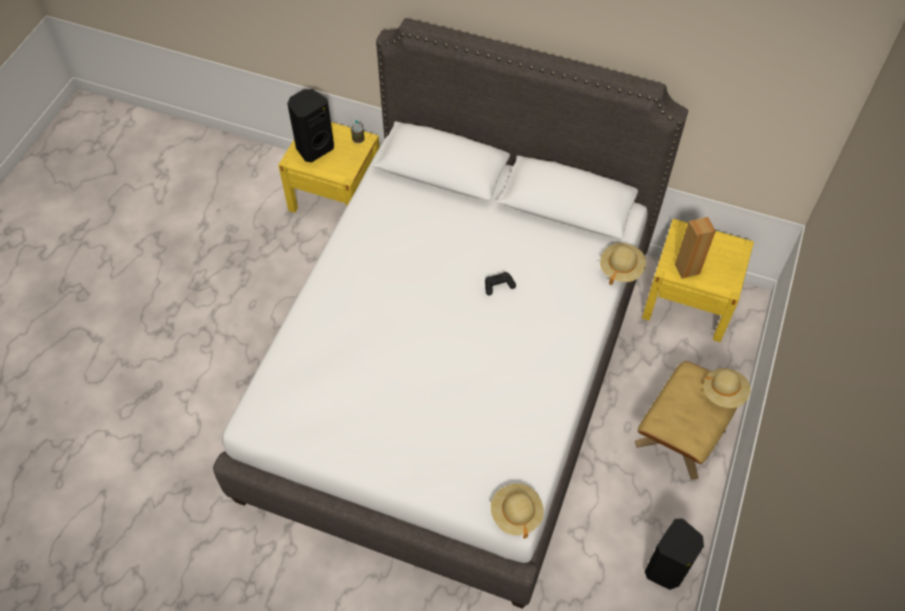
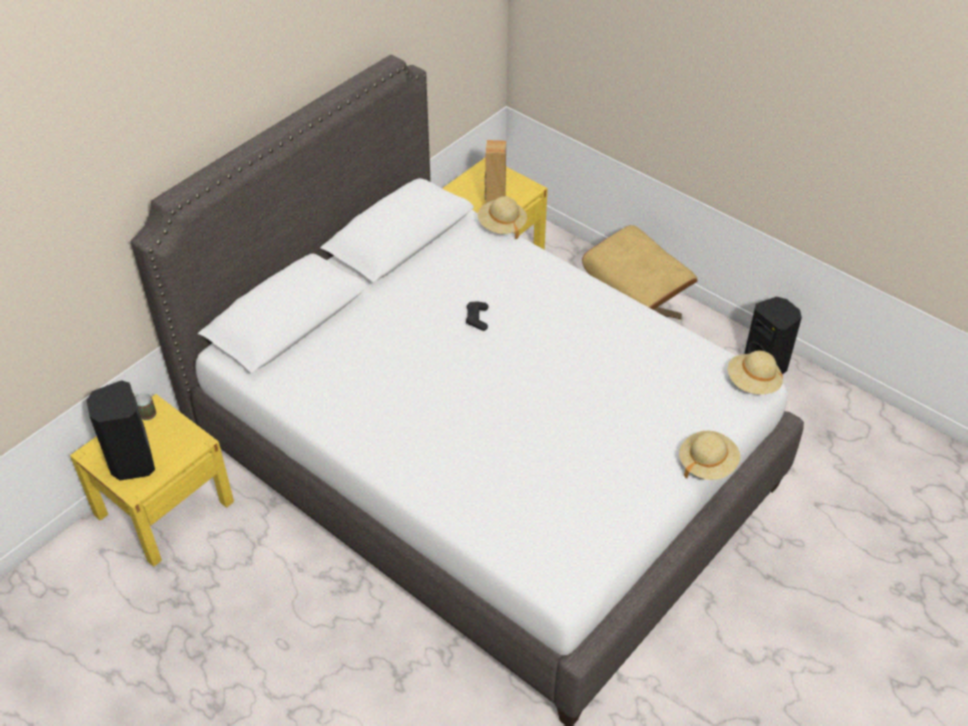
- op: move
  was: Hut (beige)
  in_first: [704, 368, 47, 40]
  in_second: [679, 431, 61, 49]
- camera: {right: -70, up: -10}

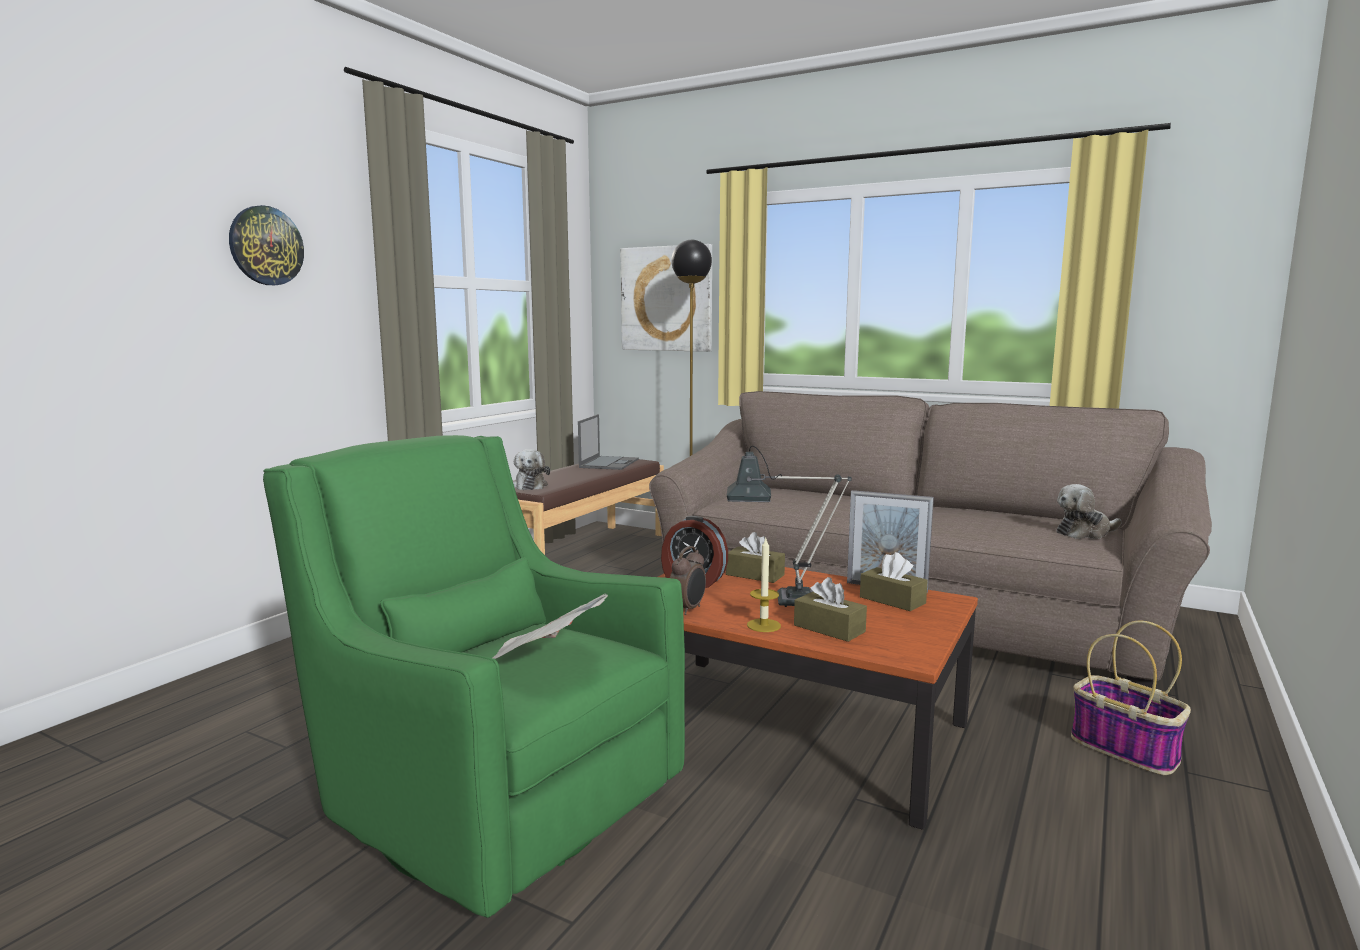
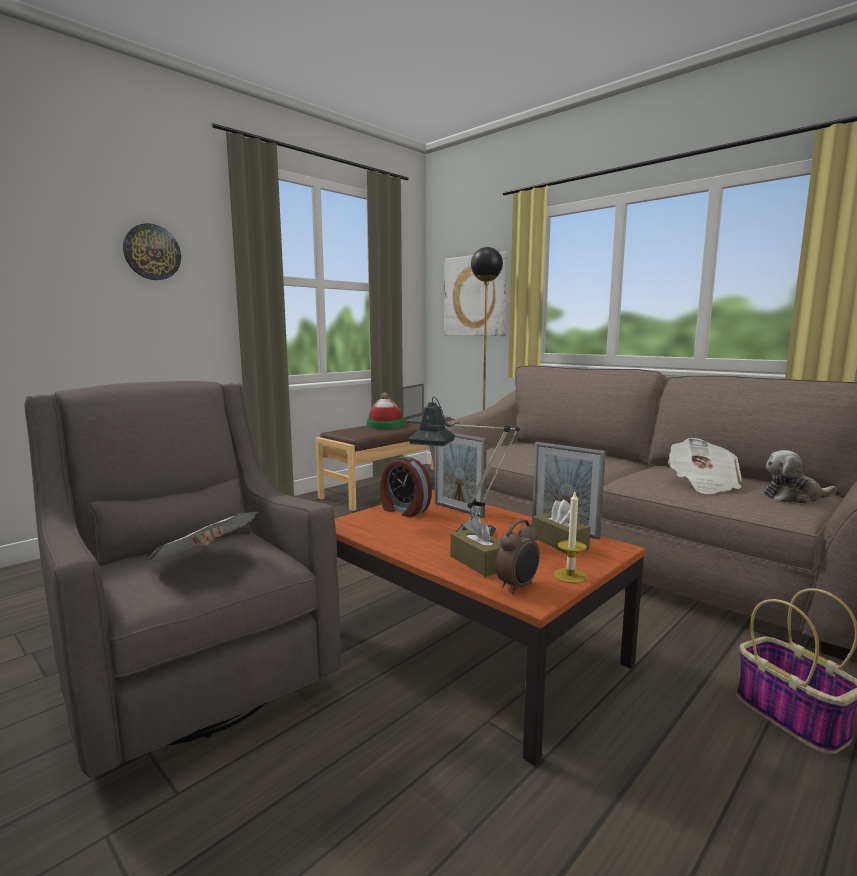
- op: recolor
  was: Sessel (grün)
  now: Sessel (grau)
  in_first: [263, 435, 422, 483]
  in_second: [24, 381, 317, 397]
- op: delete
  was: Plüschtier
  in_first: [513, 449, 37, 41]
- op: move
  was: Wecker
  in_first: [670, 546, 36, 69]
  in_second: [495, 519, 45, 75]
- op: replace
  was: Taschentuchbox (braun)
  now: Bilderrahmen
  in_first: [726, 532, 59, 51]
  in_second: [435, 433, 52, 85]
- op: move
  was: Kerze
  in_first: [747, 539, 34, 93]
  in_second: [553, 492, 34, 91]
- op: insert
  now: Hut
  in_second: [367, 392, 37, 37]
- op: insert
  now: Zeitung
  in_second: [668, 438, 74, 56]
- camera: {right: 15, up: 0}

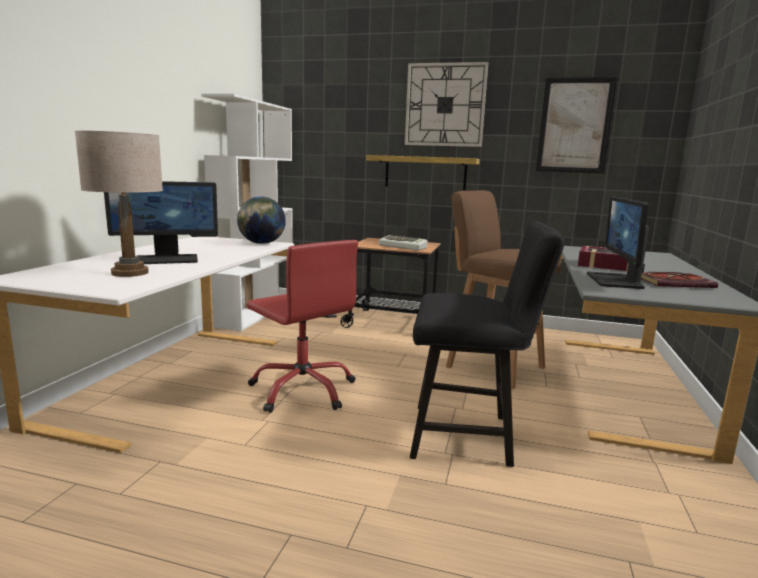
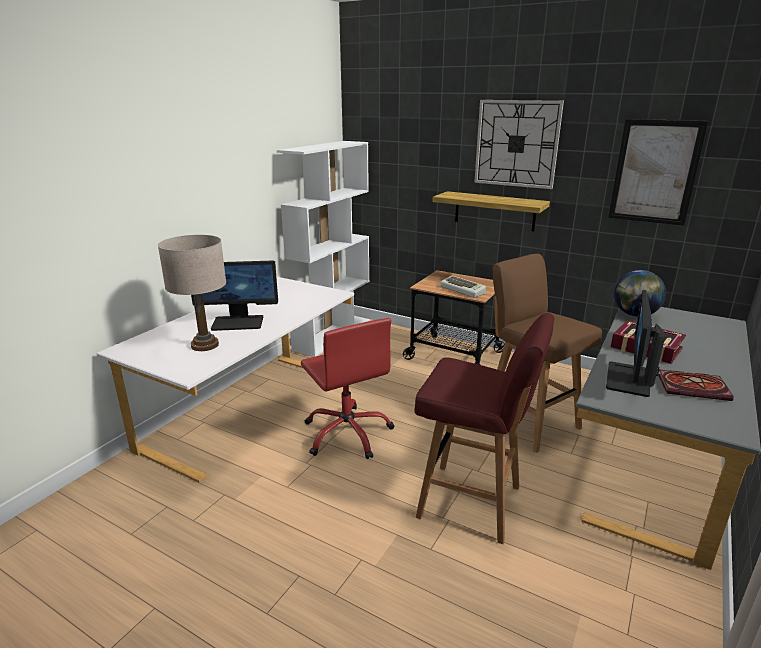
- op: move
  was: Globus
  in_first: [237, 196, 49, 48]
  in_second: [614, 270, 52, 47]
- op: replace
  was: Stuhl (schwarz)
  now: Hocker (rot)
  in_first: [410, 221, 154, 246]
  in_second: [414, 313, 141, 231]
- camera: {right: 15, up: 10}

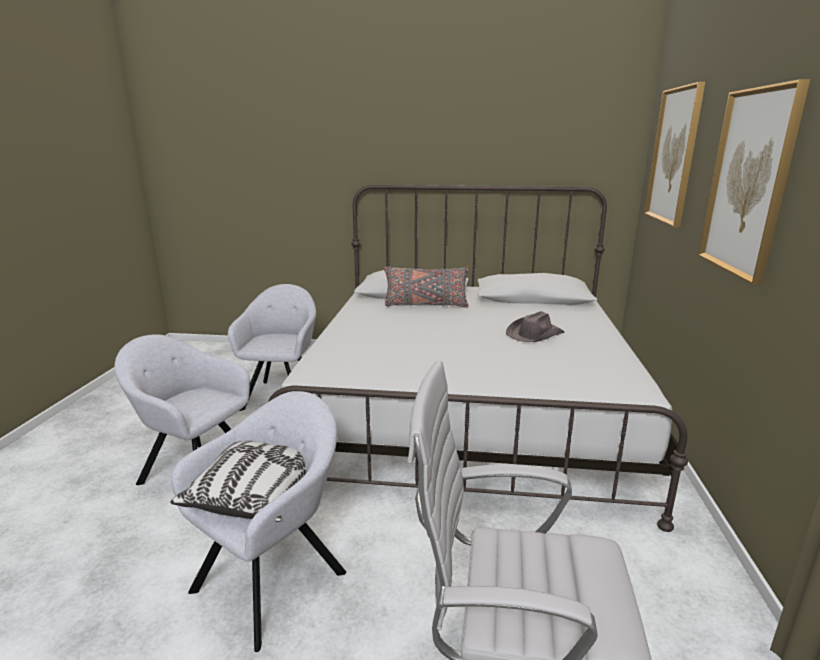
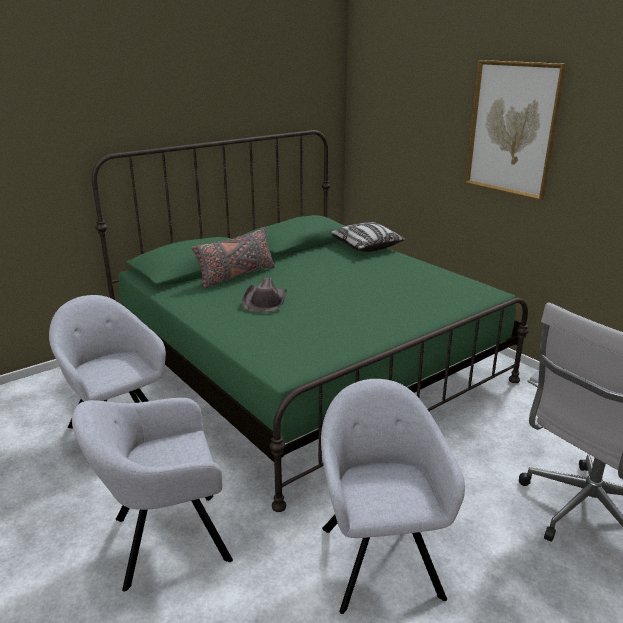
- op: move
  was: Kissen
  in_first: [170, 441, 136, 81]
  in_second: [331, 222, 74, 30]
- op: recolor
  was: Bett (weiß)
  now: Bett (grün)
  in_first: [268, 185, 420, 347]
  in_second: [92, 130, 437, 382]
- op: move
  was: Hut (braun)
  in_first: [506, 311, 59, 31]
  in_second: [242, 277, 44, 35]
- op: delete
  was: Bild
  in_first: [645, 82, 60, 146]
- camera: {right: -45, up: 5}

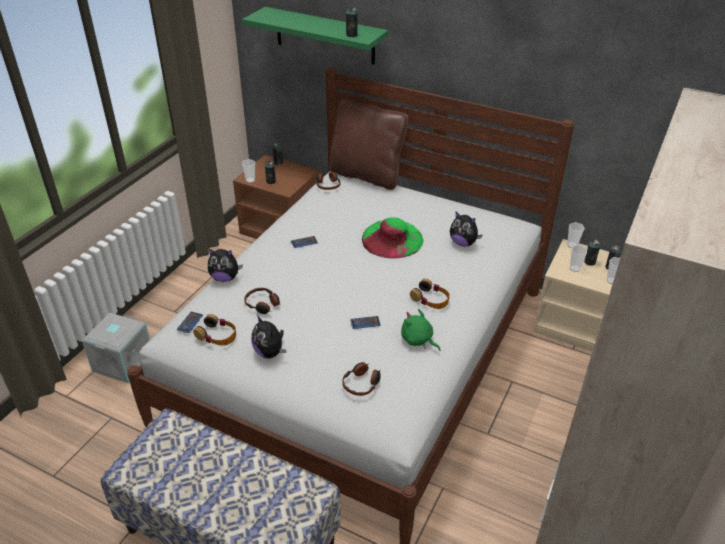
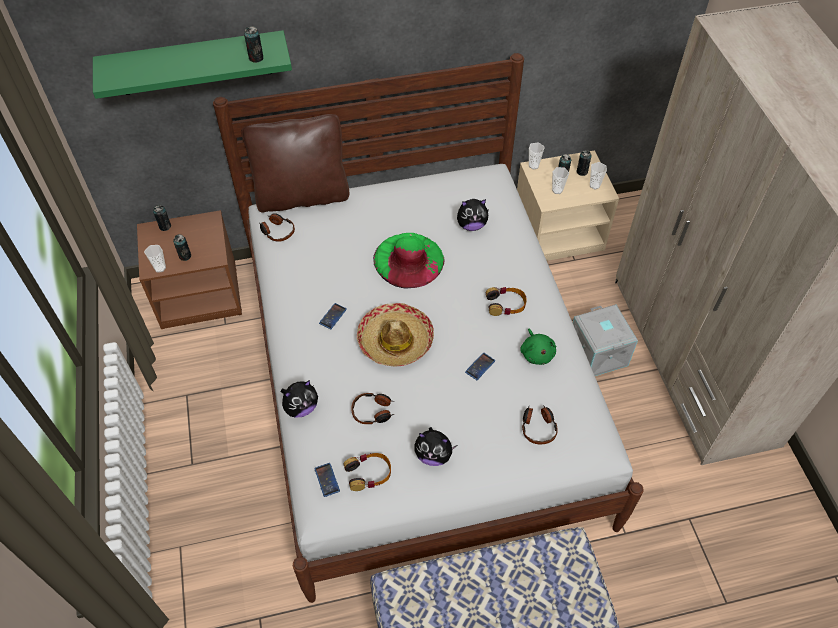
- op: move
  was: Aufbewahrungsbox (grau)
  in_first: [82, 312, 68, 71]
  in_second: [573, 304, 65, 72]
- op: rotate
  was: Plüschtier (grün)
  in_first: [401, 309, 40, 42]
  in_second: [520, 328, 36, 37]
  clockwise: -105
- op: insert
  now: Hut
  in_second: [357, 303, 77, 64]
- camera: {right: -40, up: 15}

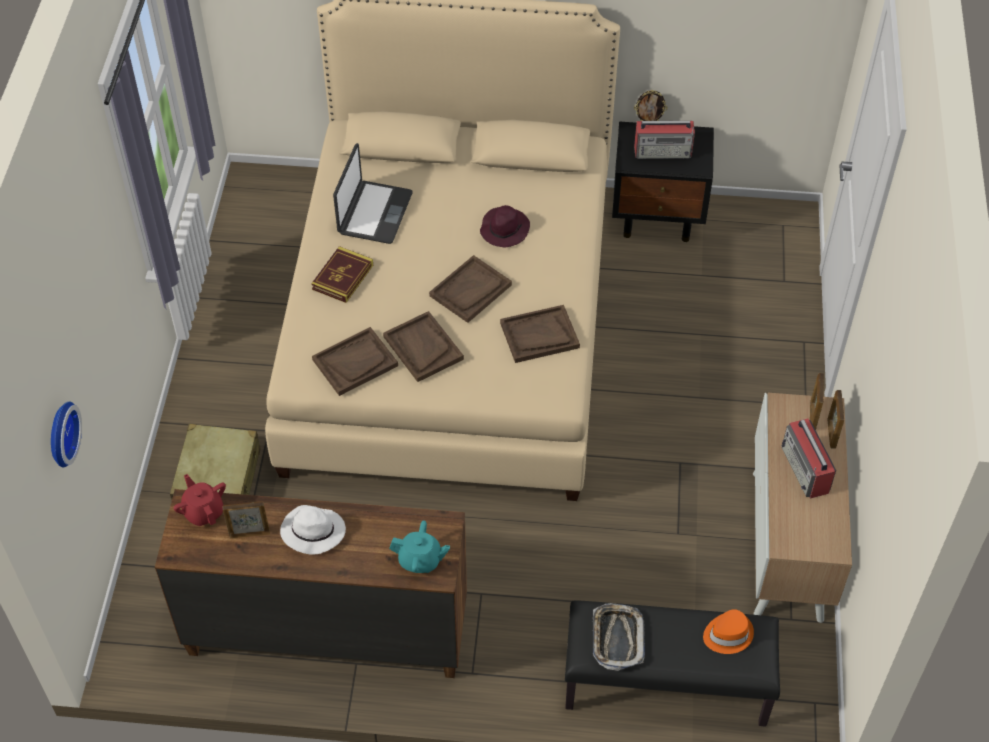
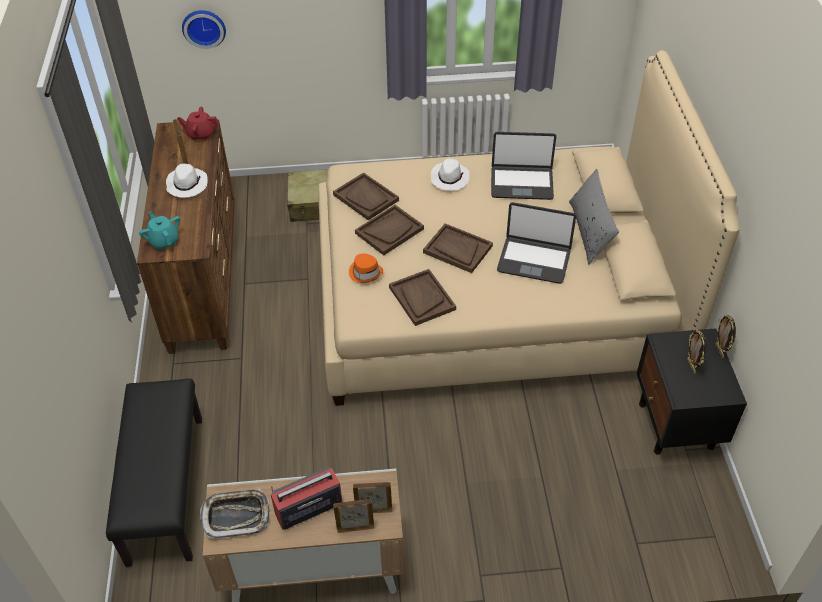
- op: rotate
  was: Teekanne (rot)
  in_first: [173, 474, 53, 52]
  in_second: [177, 107, 42, 33]
  clockwise: -135
- op: replace
  was: Buch
  now: Hut (weiß)
  in_first: [311, 246, 62, 57]
  in_second: [431, 158, 39, 33]
- op: rotate
  was: Teekanne (türkis)
  in_first: [389, 521, 61, 52]
  in_second: [139, 211, 41, 39]
  clockwise: 150
- op: replace
  was: Hut (lila)
  now: Laptop
  in_first: [480, 205, 50, 42]
  in_second: [497, 202, 79, 82]
- op: move
  was: Tablett
  in_first: [593, 603, 52, 68]
  in_second: [200, 488, 70, 50]
- op: replace
  was: Radio
  now: Bilderrahmen
  in_first: [634, 121, 61, 38]
  in_second: [687, 330, 20, 44]
- op: move
  was: Hut (orange)
  in_first: [703, 609, 51, 45]
  in_second: [349, 253, 34, 30]
- op: insert
  now: Kissen (grau)
  in_second: [569, 169, 50, 96]
- camera: {right: 80, up: -5}

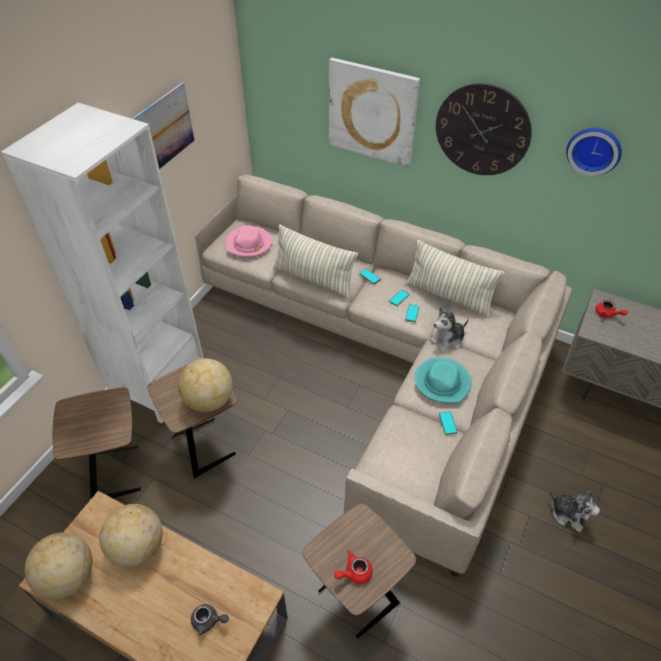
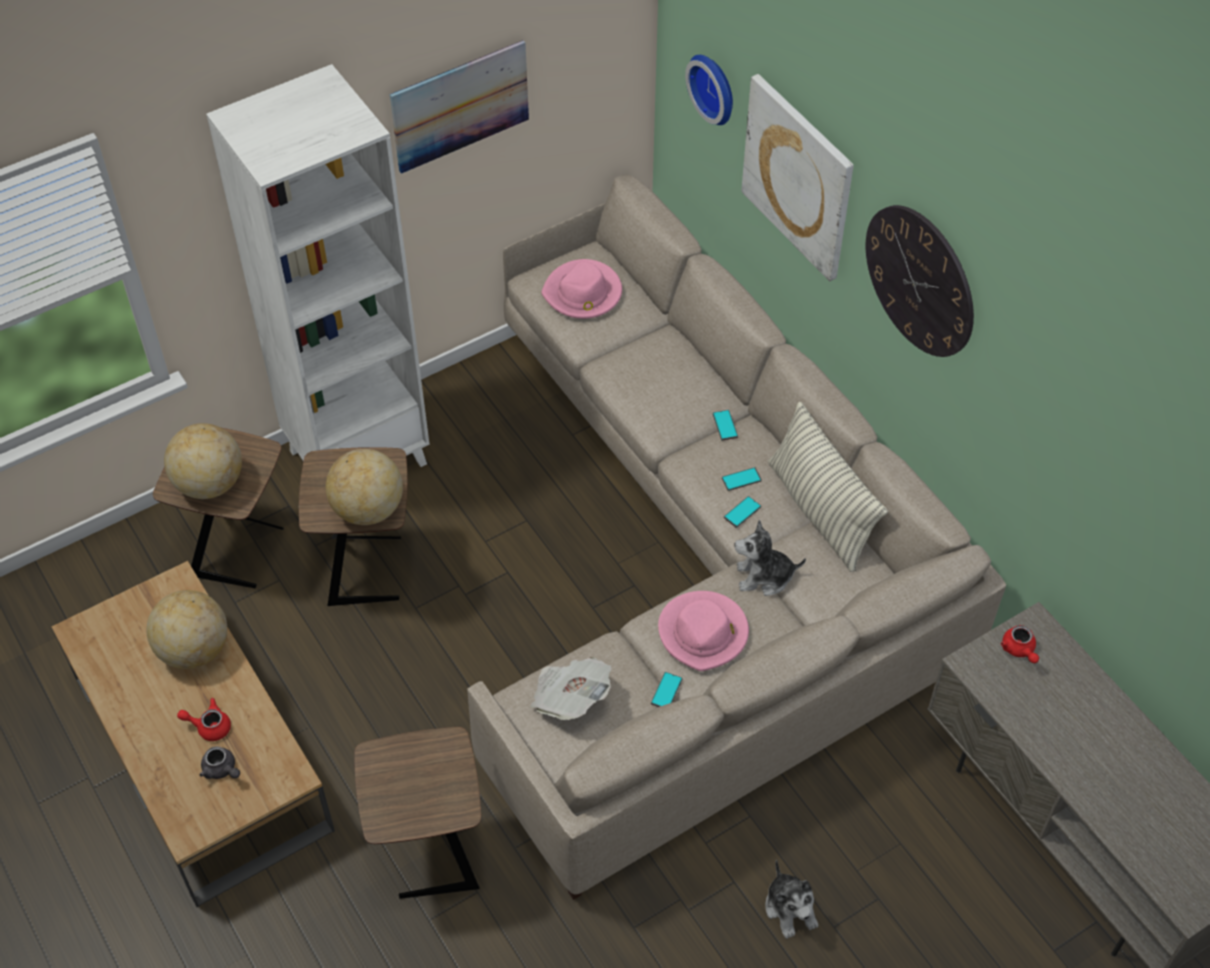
- op: move
  was: Globus
  in_first: [25, 532, 67, 67]
  in_second: [164, 423, 78, 76]
- op: delete
  was: Kissen
  in_first: [273, 224, 85, 75]
- op: move
  was: Teekanne (rot)
  in_first: [334, 550, 39, 34]
  in_second: [177, 698, 54, 43]
- op: recolor
  was: Hut (türkis)
  now: Hut (rosa)
  in_first: [414, 357, 58, 46]
  in_second: [658, 591, 91, 80]
- op: move
  was: Wanduhr
  in_first: [566, 128, 56, 48]
  in_second: [685, 55, 48, 70]
- op: insert
  now: Zeitung
  in_second: [531, 657, 81, 63]
- camera: {right: 30, up: 5}

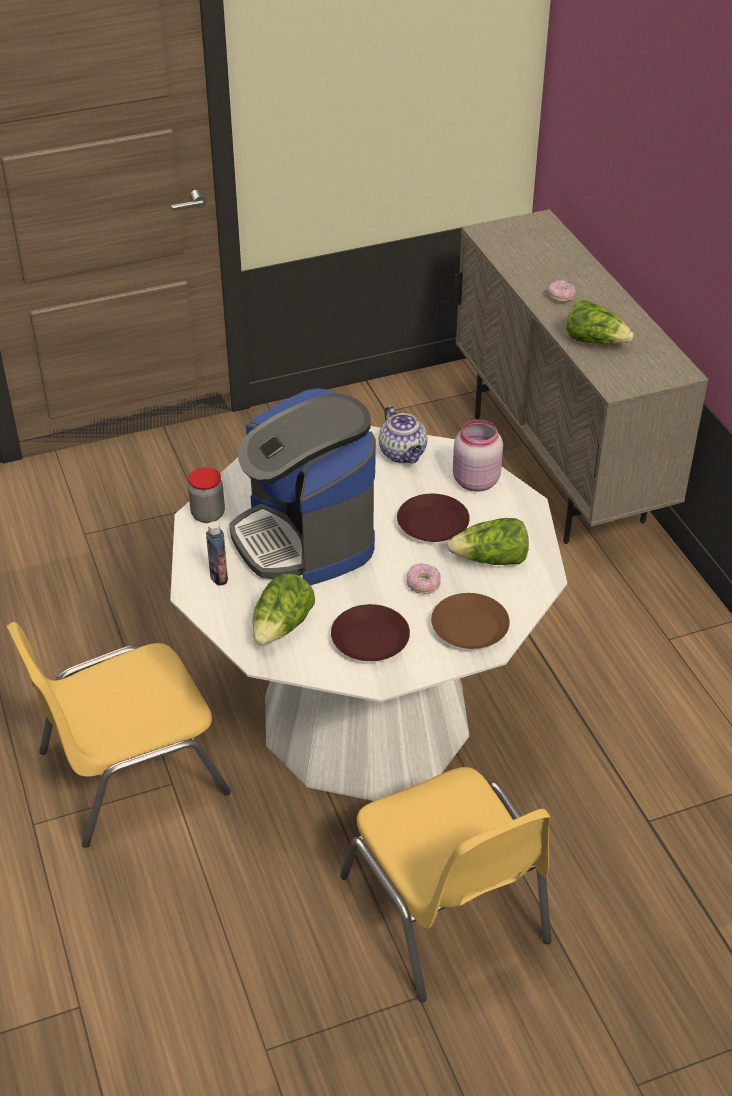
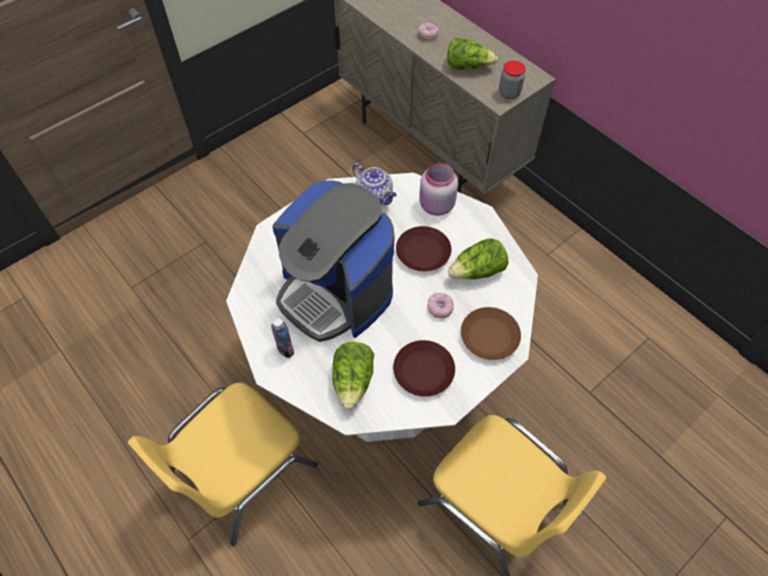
- op: move
  was: Vorratsglas
  in_first: [188, 467, 37, 56]
  in_second: [499, 61, 27, 38]
- camera: {right: -20, up: 15}

